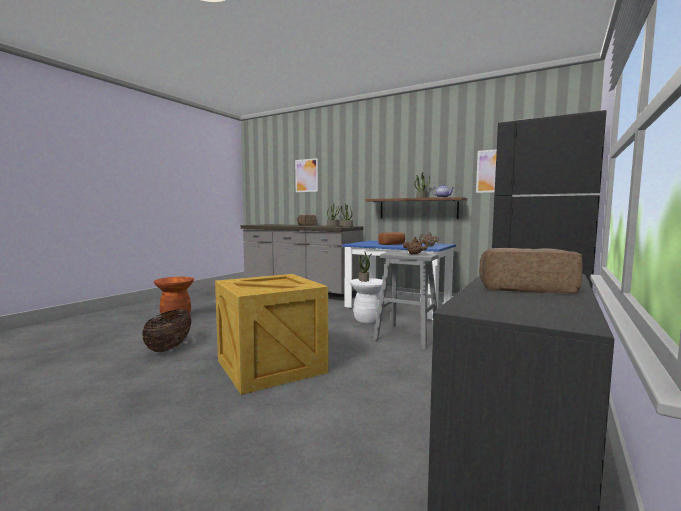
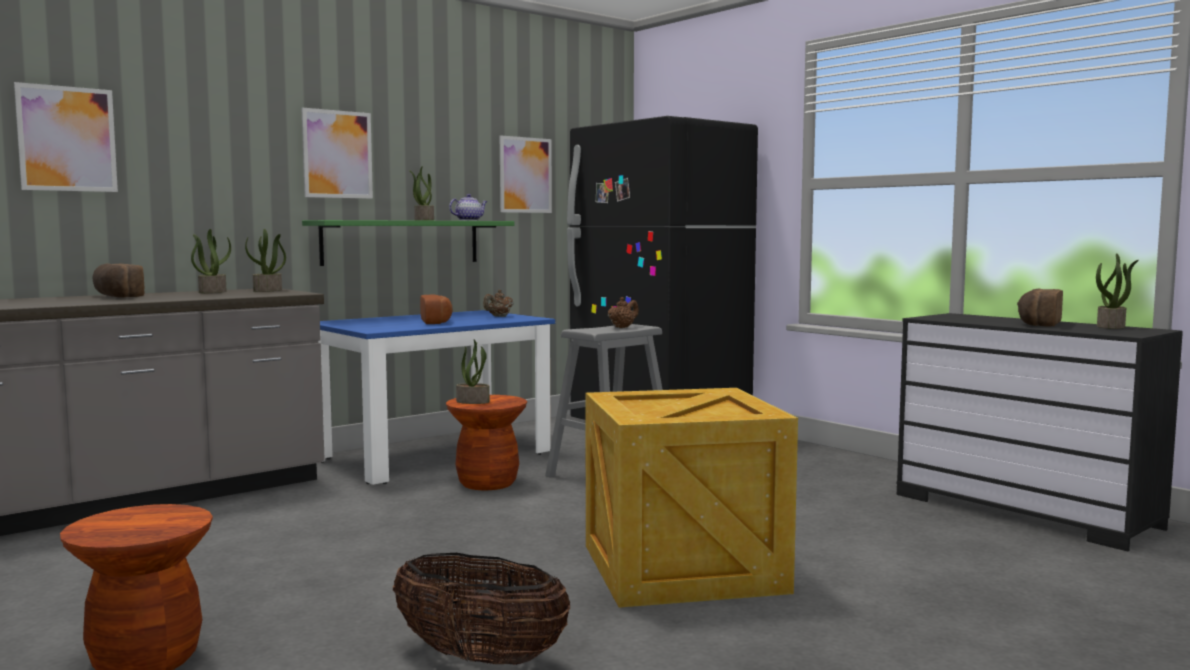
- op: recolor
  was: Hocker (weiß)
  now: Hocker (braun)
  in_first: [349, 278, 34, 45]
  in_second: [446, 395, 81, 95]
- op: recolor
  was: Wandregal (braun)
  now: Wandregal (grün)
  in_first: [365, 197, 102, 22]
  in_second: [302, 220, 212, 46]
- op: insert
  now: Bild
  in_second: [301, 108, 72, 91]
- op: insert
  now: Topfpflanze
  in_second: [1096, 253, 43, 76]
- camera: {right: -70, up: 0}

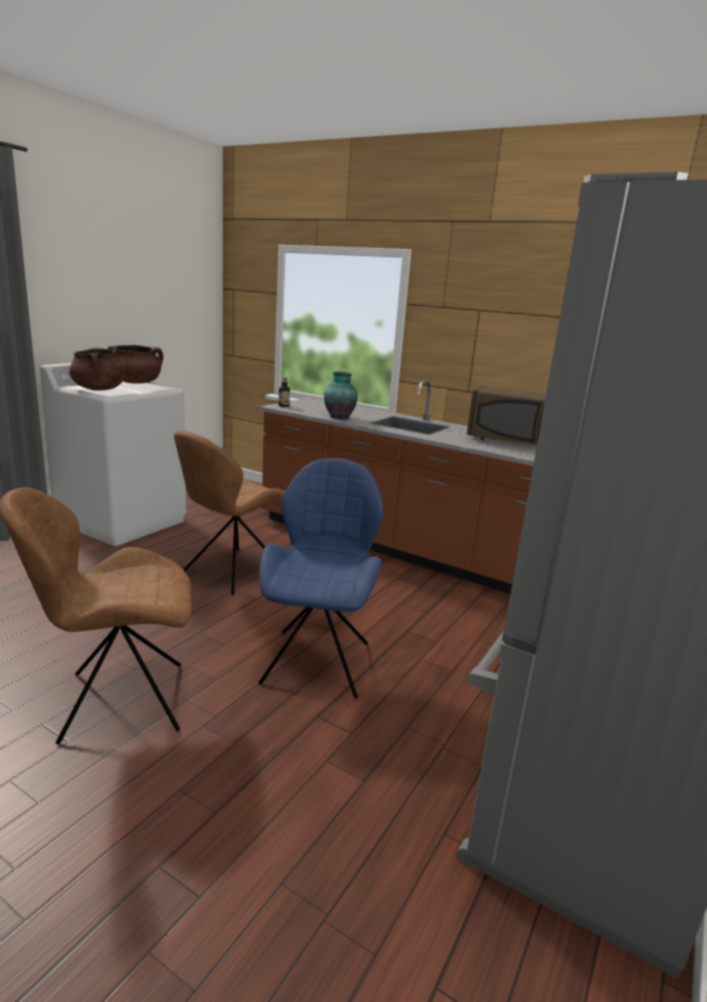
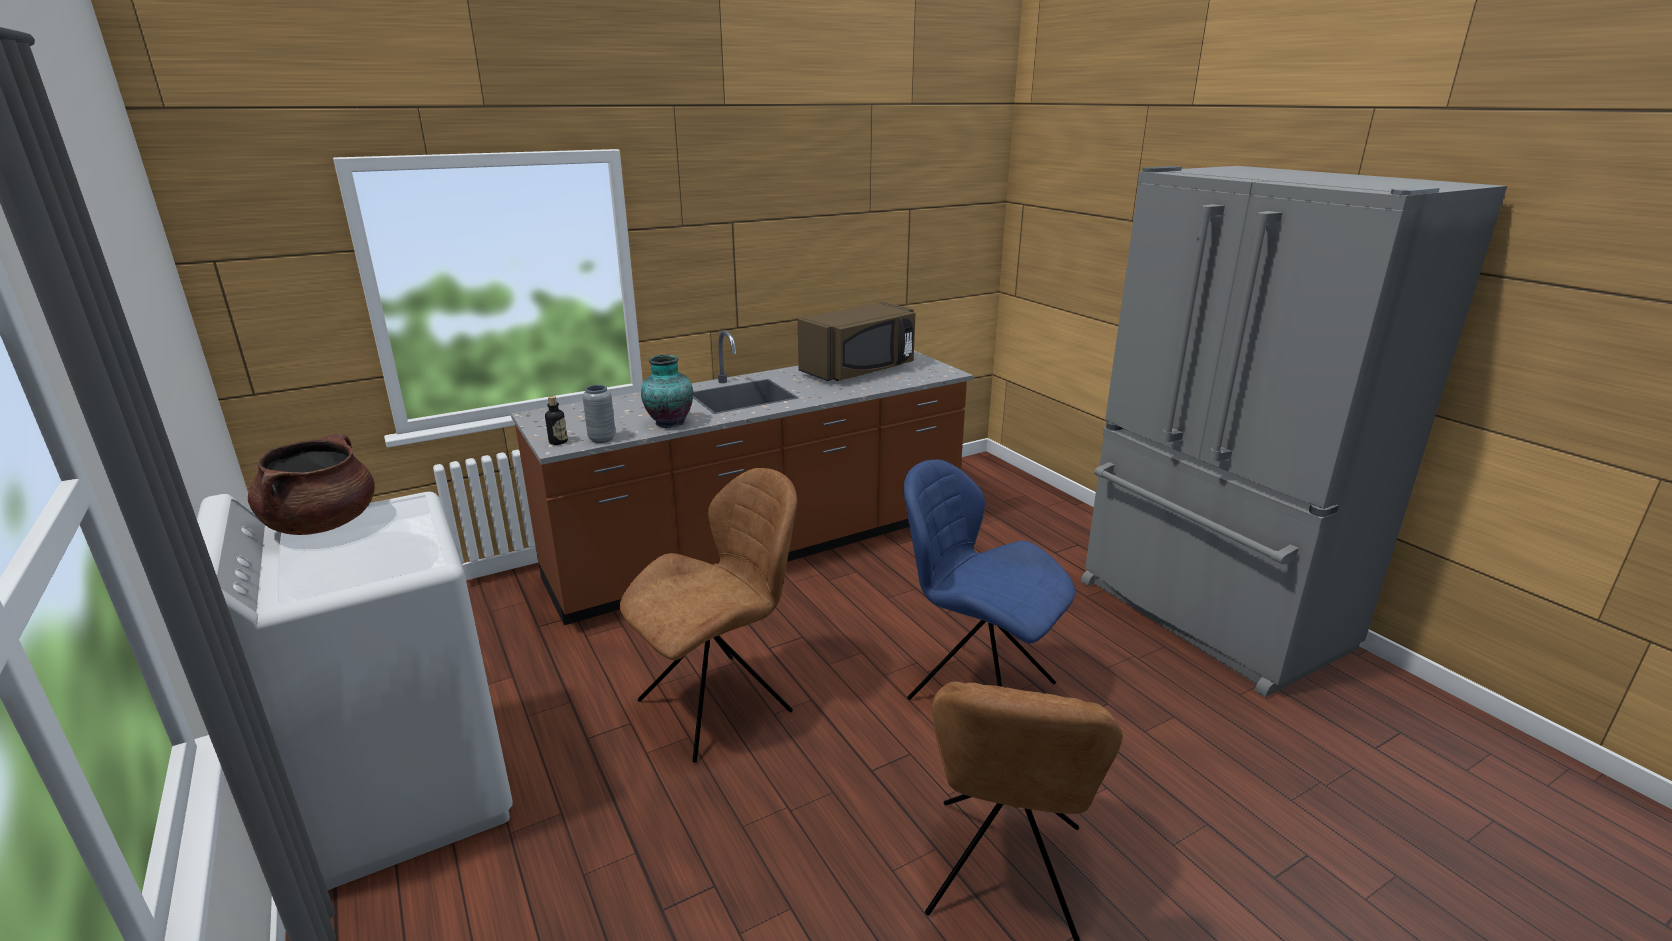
- op: delete
  was: Kochtopf (braun)
  in_first: [69, 348, 57, 43]
- op: rotate
  was: Stuhl (braun)
  in_first: [174, 430, 111, 166]
  in_second: [620, 468, 177, 295]
  clockwise: -105
- op: insert
  now: Vase (grau)
  in_second: [582, 385, 34, 58]
- camera: {right: -60, up: 5}

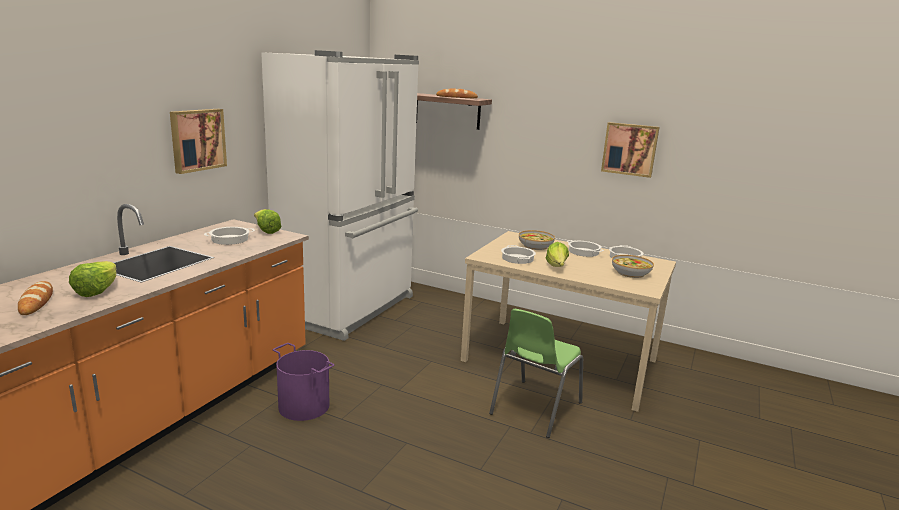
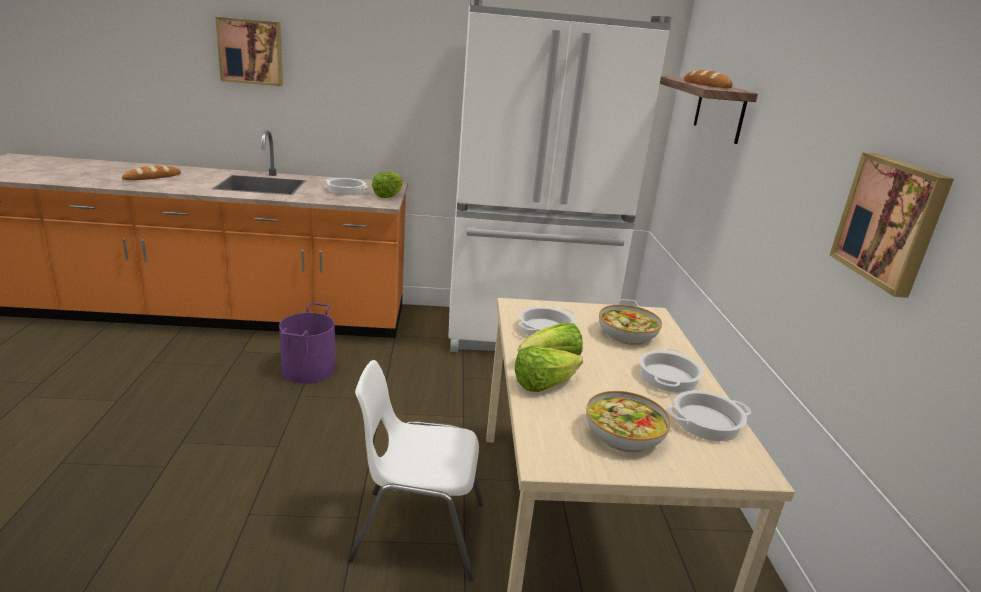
- op: move
  was: Salatkopf
  in_first: [69, 261, 47, 36]
  in_second: [515, 346, 68, 46]
- op: move
  was: Bild
  in_first: [170, 109, 57, 65]
  in_second: [215, 17, 68, 69]
- op: recolor
  was: Stuhl (grün)
  now: Stuhl (weiß)
  in_first: [489, 309, 94, 129]
  in_second: [348, 360, 135, 221]
- camera: {right: 60, up: 5}

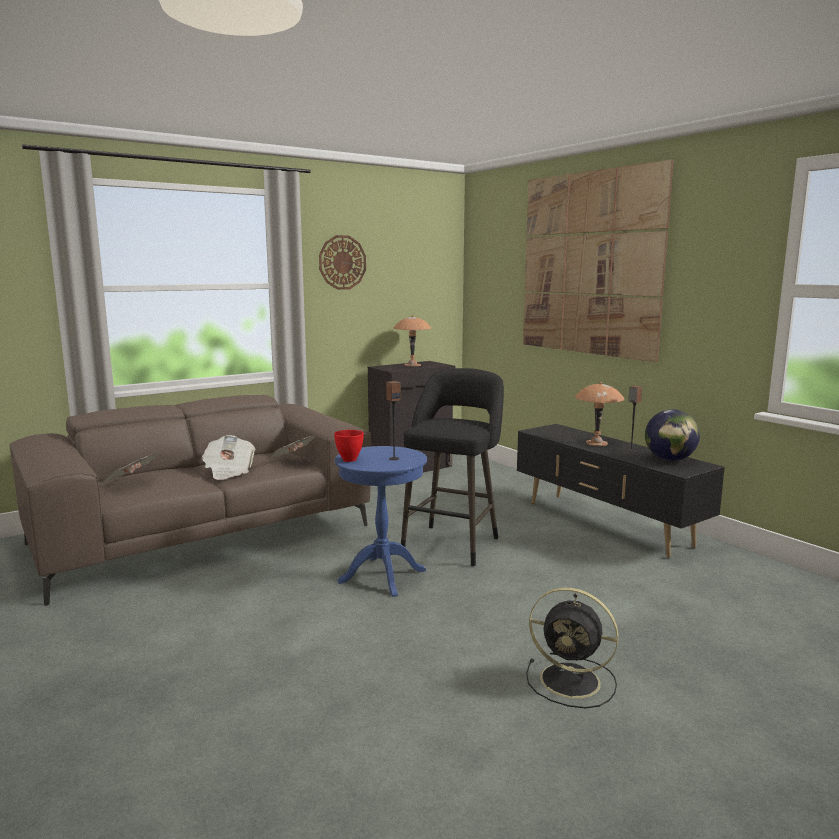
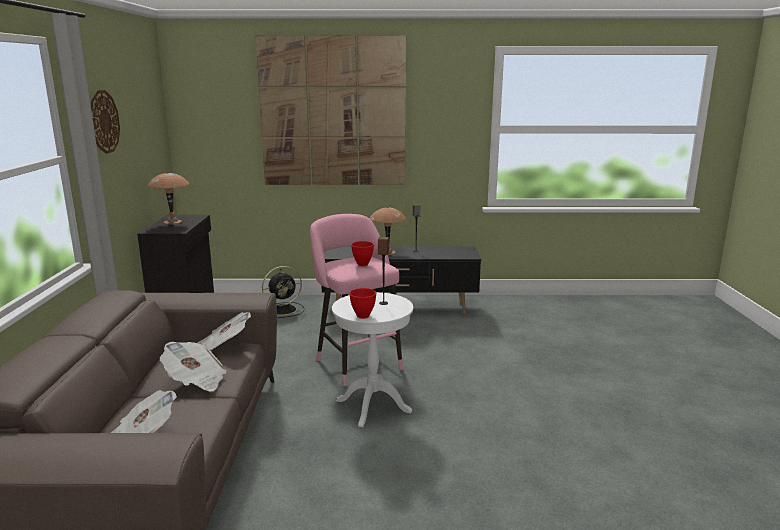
- op: recolor
  was: Beistelltisch (blau)
  now: Beistelltisch (weiß)
  in_first: [335, 446, 92, 151]
  in_second: [332, 292, 81, 135]
- op: recolor
  was: Hocker (schwarz)
  now: Hocker (rosa)
  in_first: [401, 368, 103, 198]
  in_second: [310, 214, 93, 172]
- op: move
  was: Ventilator (schwarz)
  in_first: [526, 587, 93, 121]
  in_second: [262, 266, 43, 52]
- op: delete
  was: Globus
  in_first: [645, 409, 55, 52]
- op: insert
  now: Schüssel (rot)
  in_second: [351, 241, 23, 25]
- camera: {right: -55, up: 5}

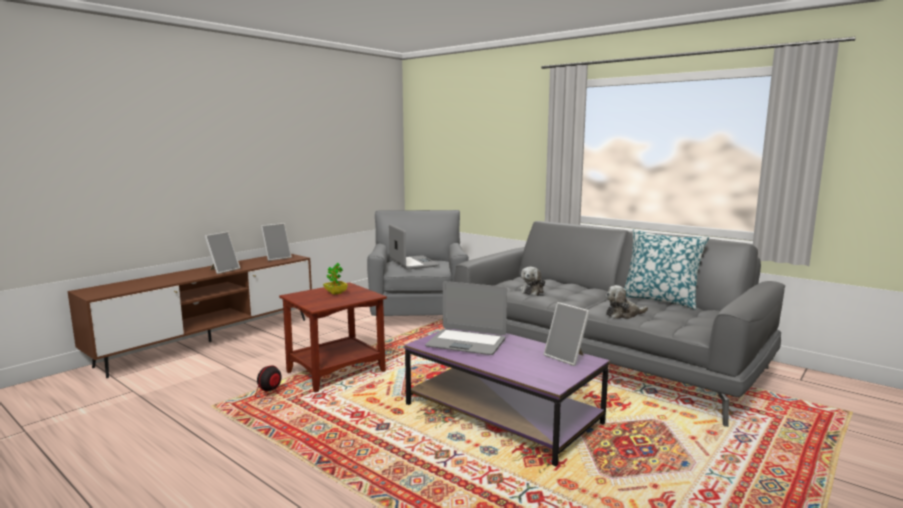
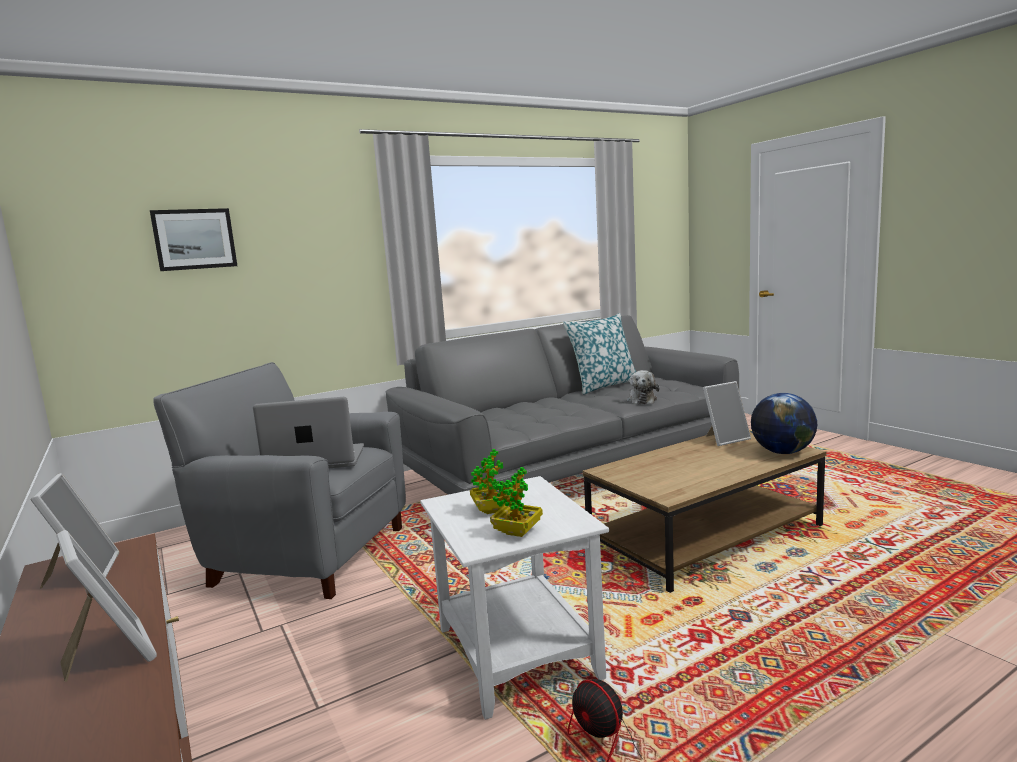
- op: recolor
  was: Beistelltisch (braun)
  now: Beistelltisch (weiß)
  in_first: [279, 283, 108, 110]
  in_second: [420, 476, 189, 244]
- op: recolor
  was: Couchtisch (lila)
  now: Couchtisch (braun)
  in_first: [404, 328, 206, 138]
  in_second: [583, 432, 243, 161]
- op: delete
  was: Laptop
  in_first: [425, 281, 82, 74]
- op: delete
  was: Plüschtier
  in_first: [520, 267, 25, 28]
- op: insert
  now: Bild
  in_second: [150, 208, 87, 63]
- op: insert
  now: Topfpflanze
  in_second: [490, 467, 53, 70]
- op: insert
  now: Globus
  in_second: [751, 393, 66, 61]
- camera: {right: -70, up: 0}

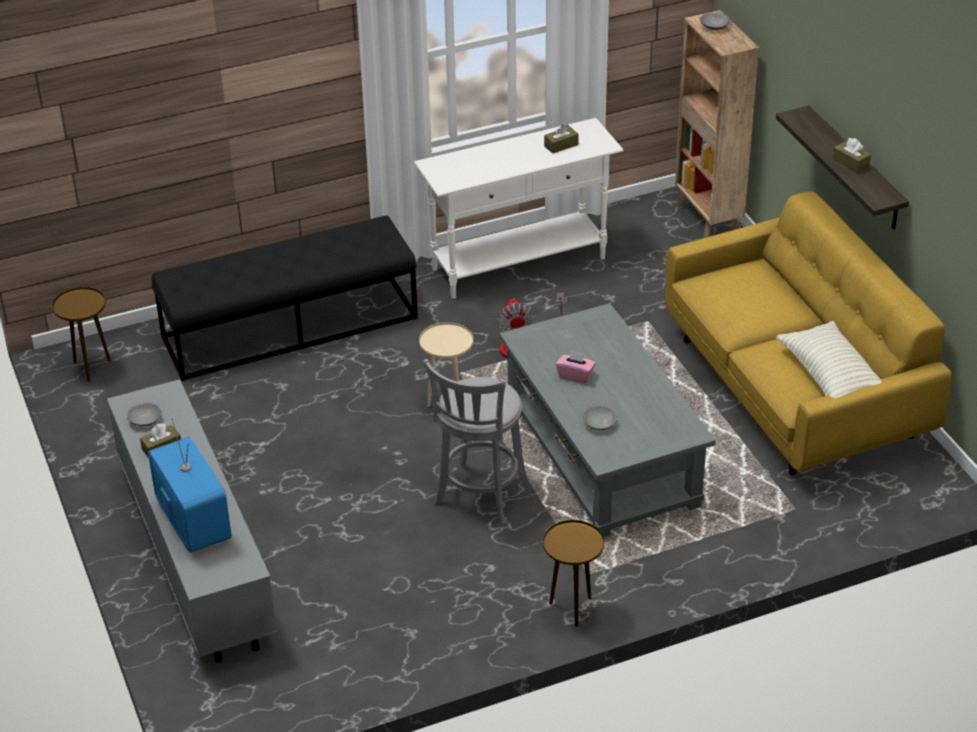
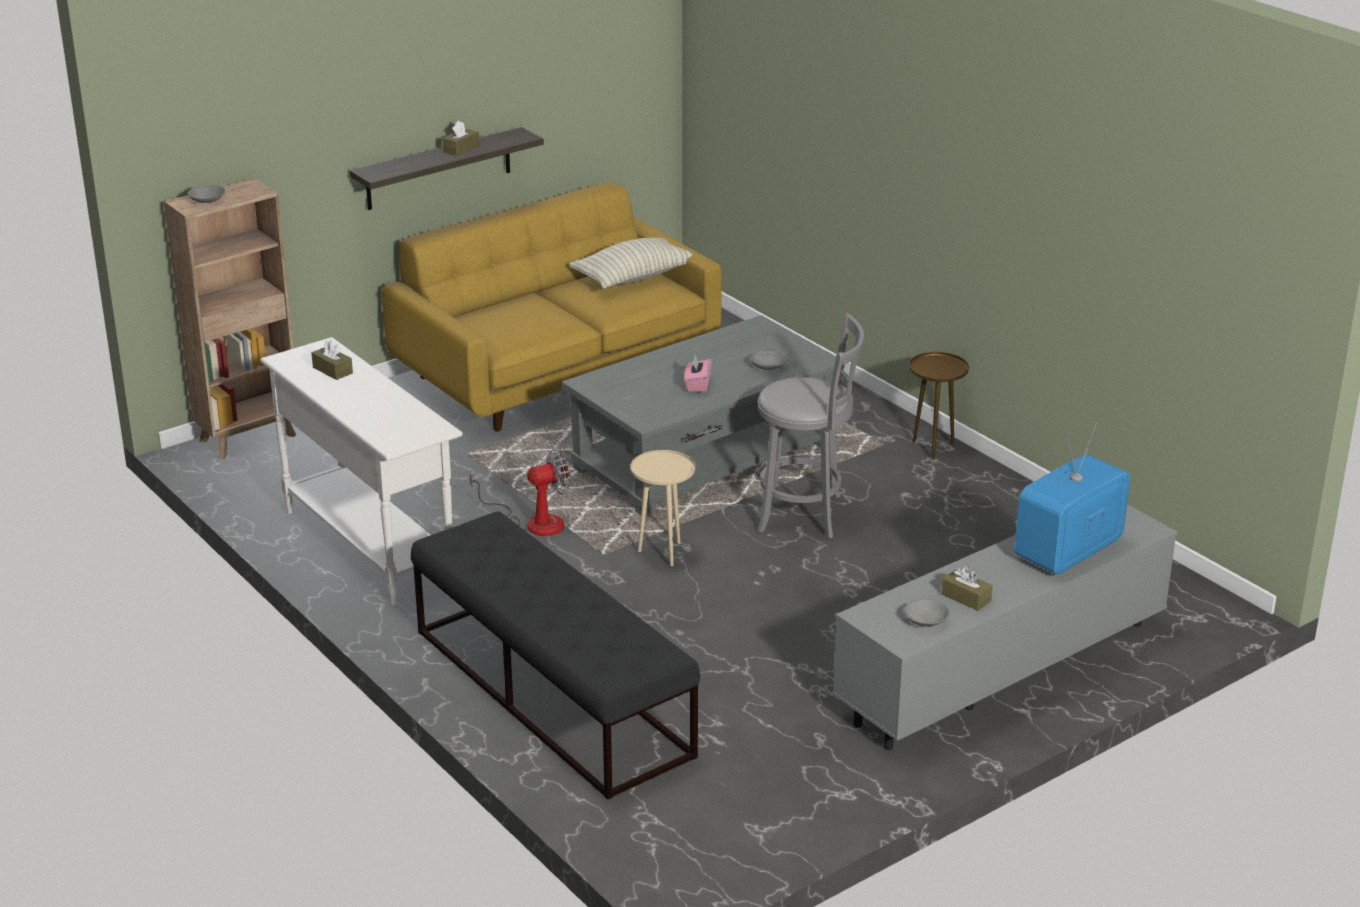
- op: delete
  was: Beistelltisch (braun)
  in_first: [52, 287, 59, 94]
- camera: {right: -105, up: -10}

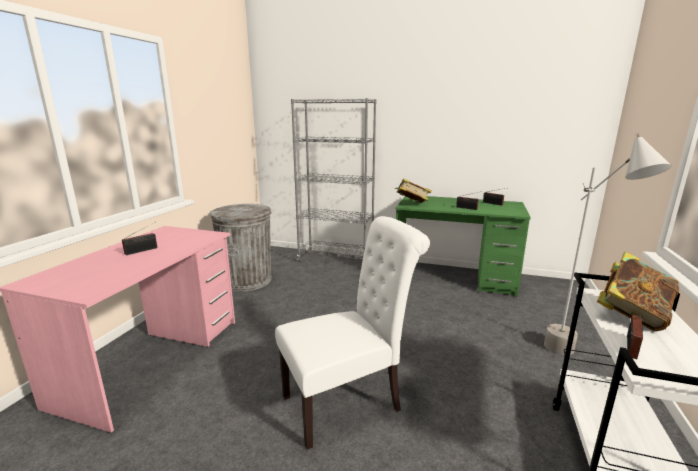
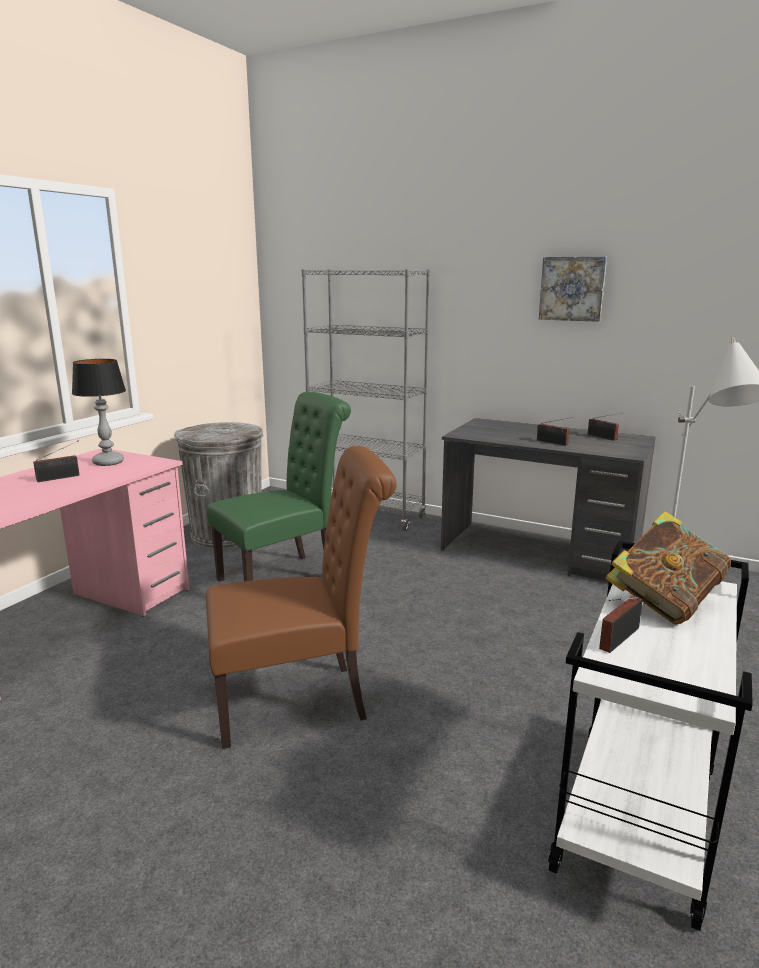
- op: recolor
  was: Stuhl (weiß)
  now: Stuhl (braun)
  in_first: [275, 216, 155, 233]
  in_second: [206, 446, 191, 303]
- op: delete
  was: Buch
  in_first: [395, 178, 37, 25]
- op: recolor
  was: Schreibtisch (grün)
  now: Schreibtisch (grau)
  in_first: [396, 196, 135, 101]
  in_second: [441, 418, 215, 164]
- op: insert
  now: Tischlampe
  in_second: [72, 359, 54, 107]
- op: insert
  now: Stuhl (grün)
  in_second: [207, 392, 144, 190]
- op: insert
  now: Bild
  in_second: [539, 256, 68, 66]
- camera: {right: 10, up: 0}

